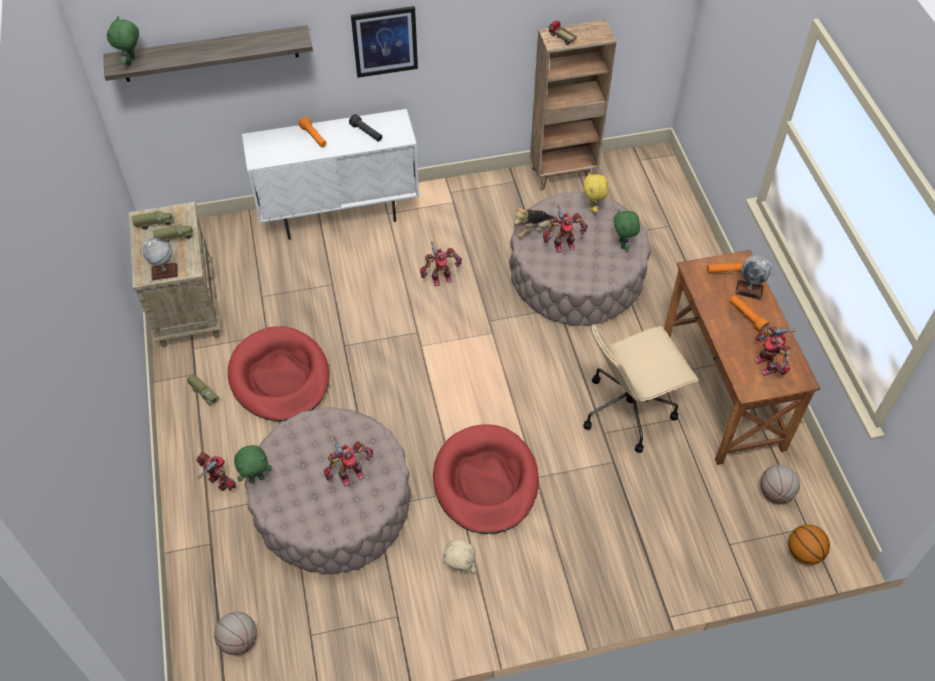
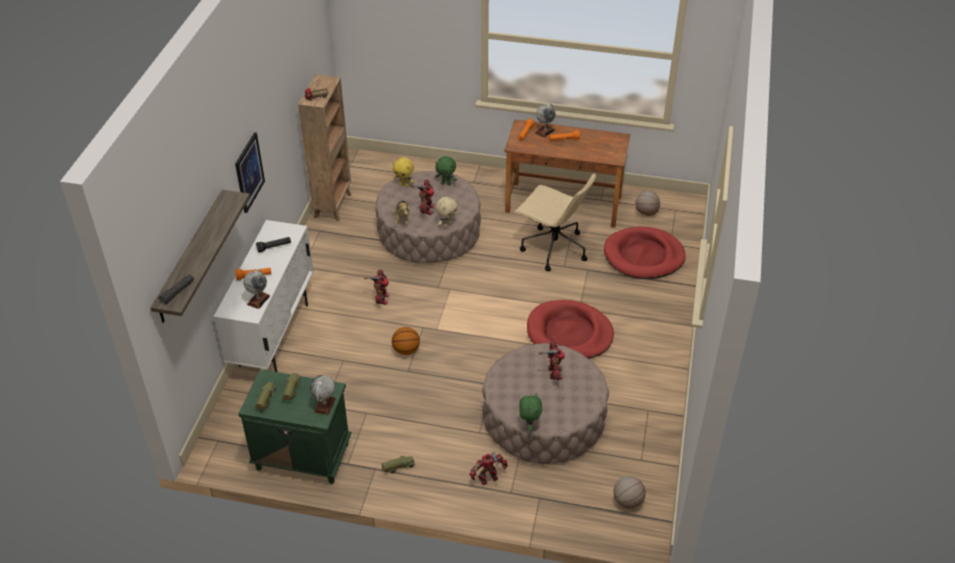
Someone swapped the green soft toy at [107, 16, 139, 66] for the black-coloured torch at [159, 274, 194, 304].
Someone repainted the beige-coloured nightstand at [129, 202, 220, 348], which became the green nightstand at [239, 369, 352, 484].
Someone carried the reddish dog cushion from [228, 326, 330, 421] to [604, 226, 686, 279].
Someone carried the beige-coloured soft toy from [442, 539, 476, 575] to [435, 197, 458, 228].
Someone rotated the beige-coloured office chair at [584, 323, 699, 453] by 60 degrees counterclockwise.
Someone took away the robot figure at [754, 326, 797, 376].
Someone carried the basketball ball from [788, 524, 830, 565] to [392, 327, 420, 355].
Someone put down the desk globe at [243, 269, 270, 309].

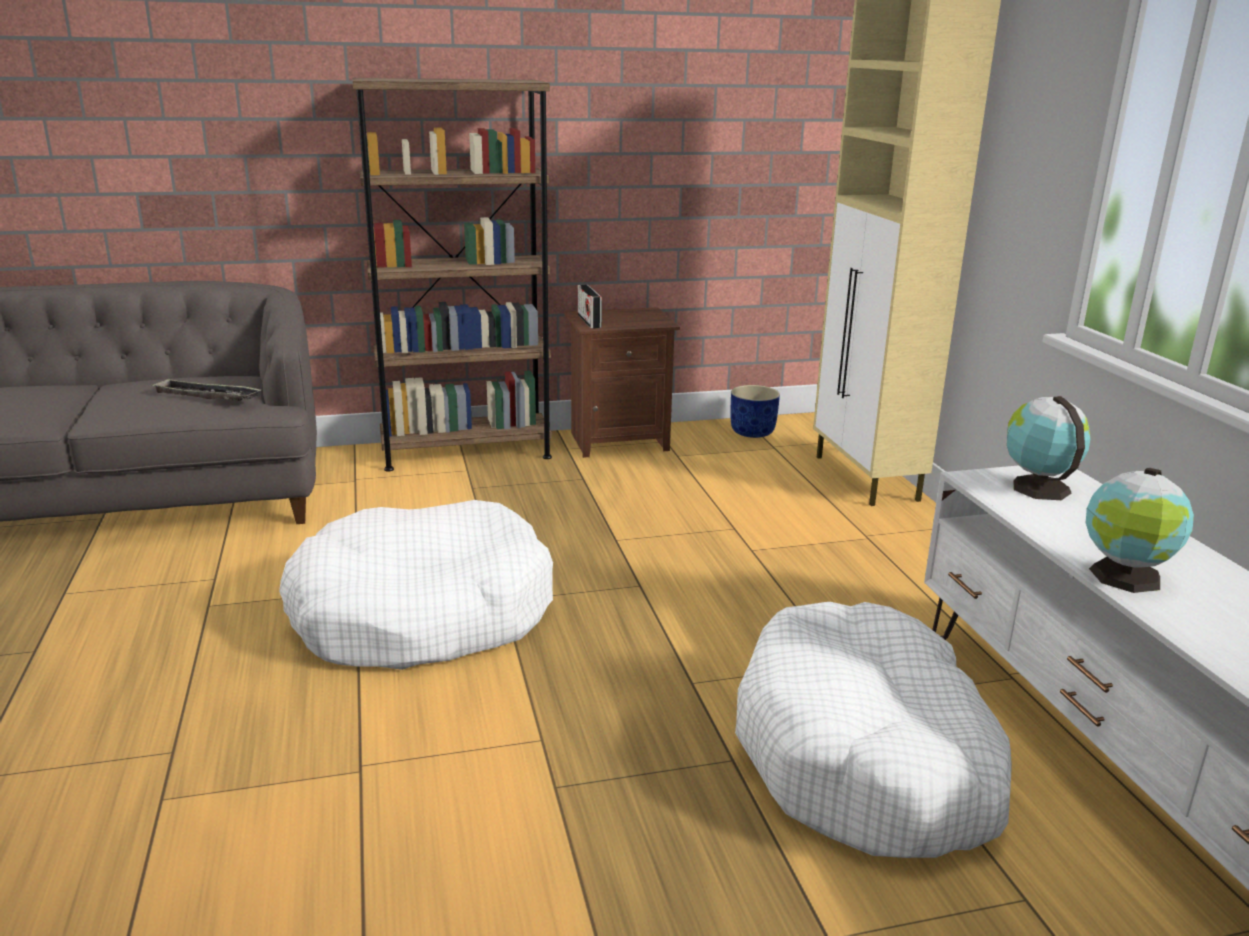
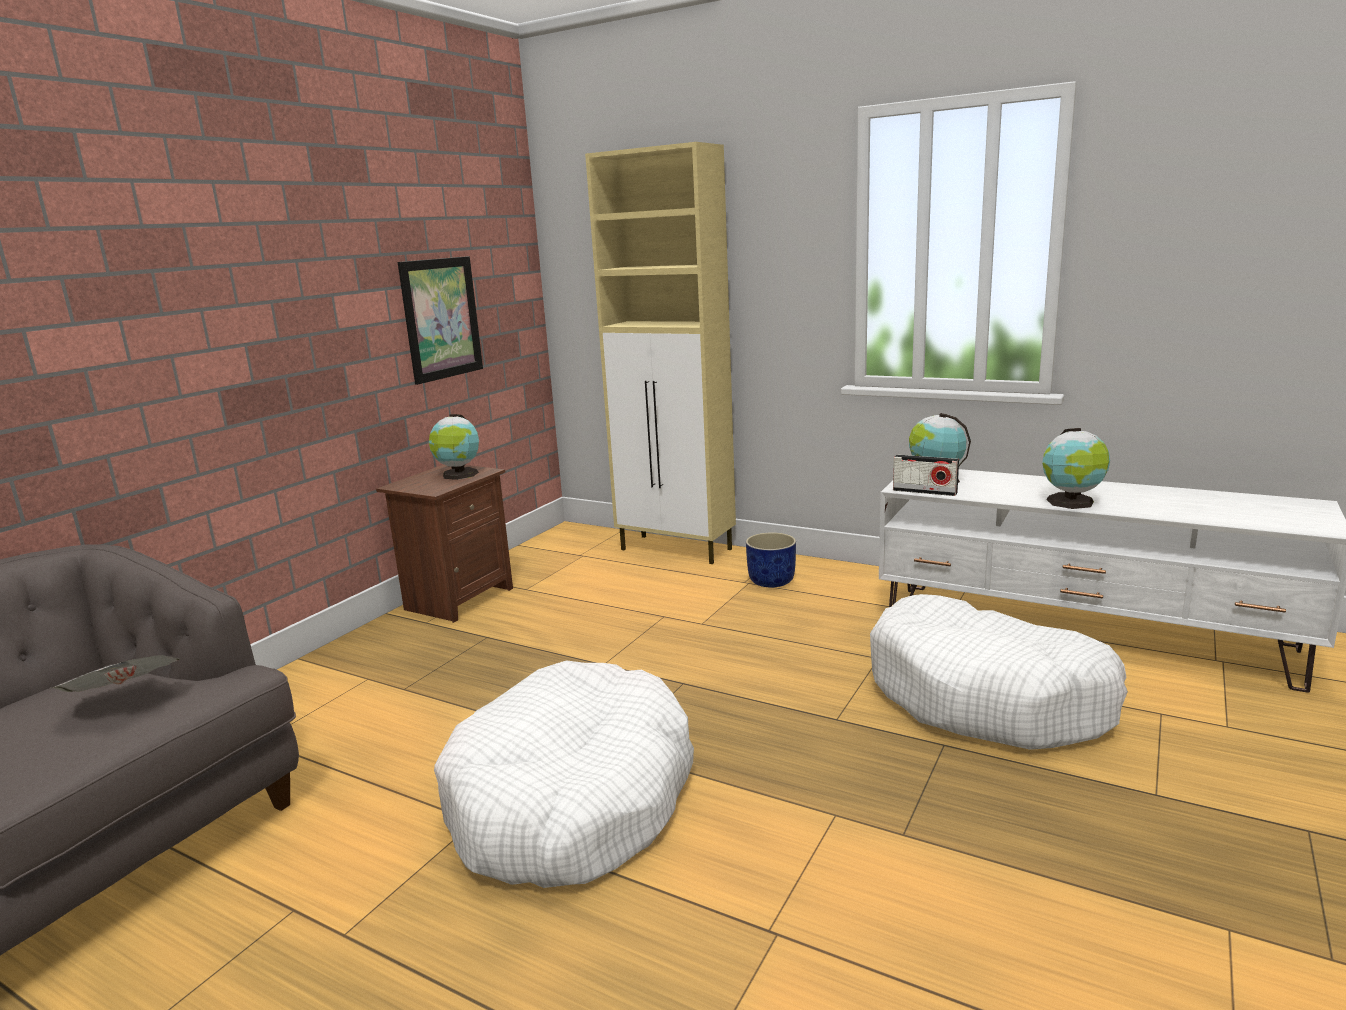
Someone swapped the serving tray at [151, 378, 261, 401] for the printed paper at [52, 655, 180, 692].
Someone took away the brownish bookcase at [352, 78, 552, 472].
Someone carried the radio set from [577, 284, 602, 329] to [893, 454, 959, 496].
Someone carried the bluish planter from [731, 385, 780, 438] to [746, 532, 796, 587].
Someone put up the picture at [398, 256, 483, 385].
Someone put down the desk globe at [429, 414, 479, 480].

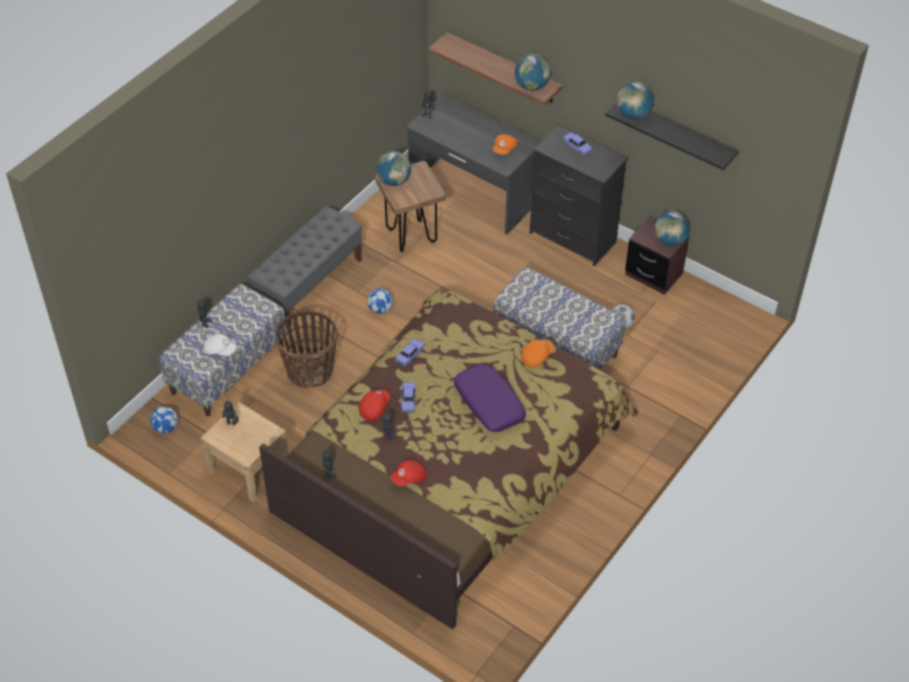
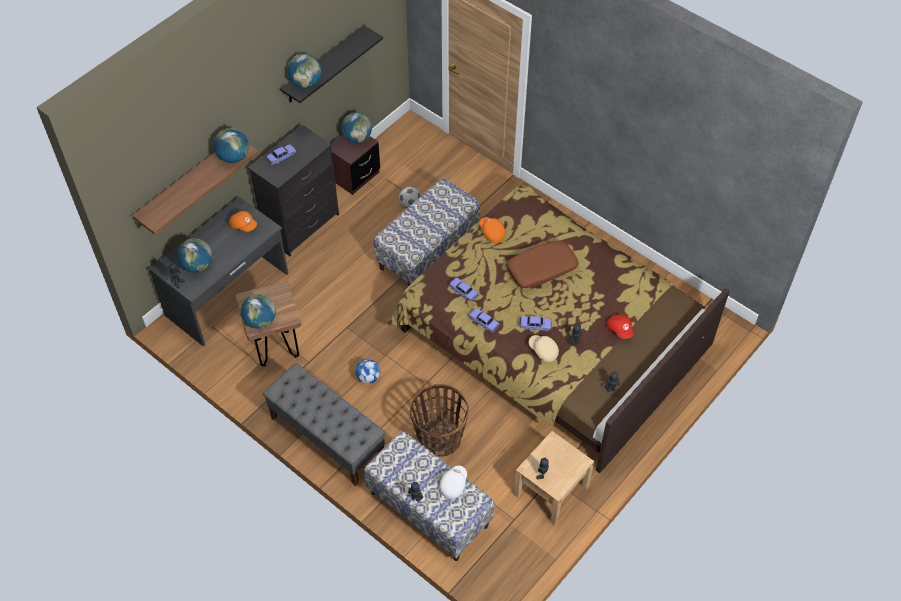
Someone took away the football at [150, 406, 178, 434].
Someone repainted the reddish cap at [359, 389, 390, 421], which became the beige-coloured cap at [529, 335, 559, 362].
Someone repainted the purple-coloured pillow at [453, 364, 526, 432], which became the brownish pillow at [506, 241, 579, 288].
Someone put down the desk globe at [177, 238, 212, 273].
Someone put down the toy car at [449, 278, 479, 302].

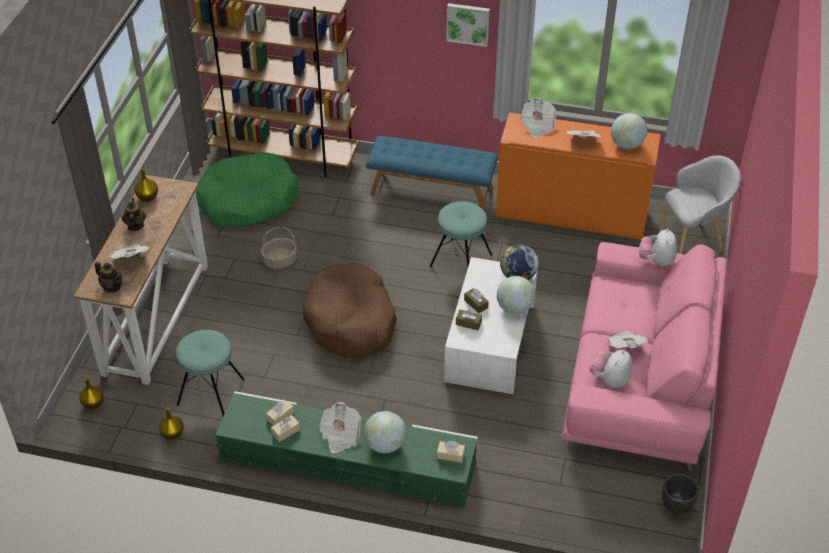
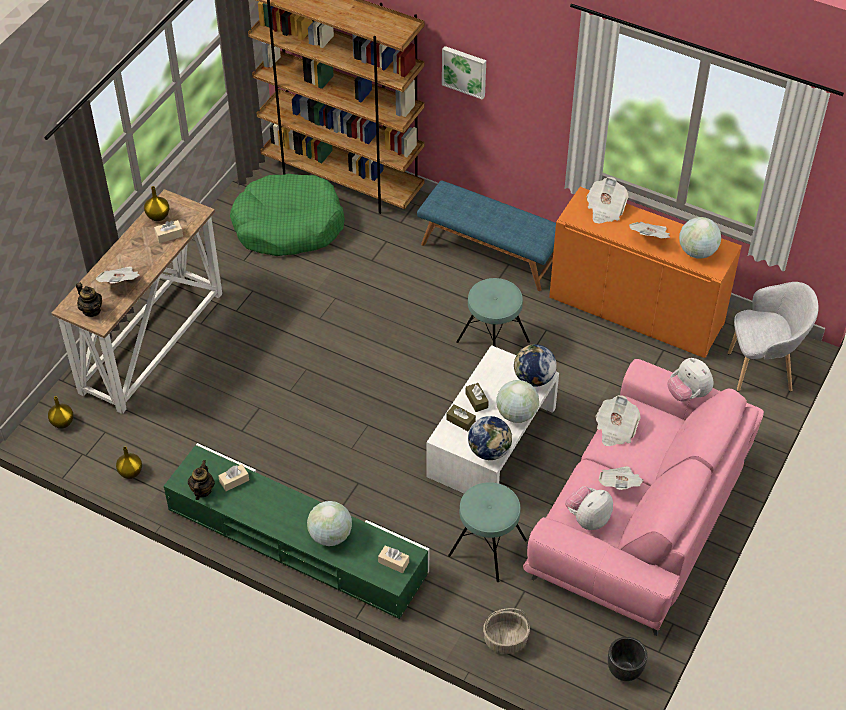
Someone carried the teapot from [121, 198, 146, 231] to [188, 460, 215, 500].
Someone carried the turquoise-coloured sitting stool from [176, 330, 245, 416] to [448, 482, 527, 582].
Someone carried the storage basket from [261, 227, 297, 269] to [483, 608, 530, 654].
Someone carried the beige-coloured box of tissues from [271, 415, 300, 442] to [154, 220, 183, 243].
Someone took away the brownish dog cushion at [303, 263, 397, 358].
Someone carried the printed paper from [319, 402, 361, 453] to [595, 395, 641, 446].
Someone carried the picture from [446, 3, 490, 47] to [442, 46, 486, 100].
Someone rotated the soft toy at [639, 229, 677, 267] by 60 degrees counterclockwise.
Someone put down the desk globe at [468, 416, 512, 461].

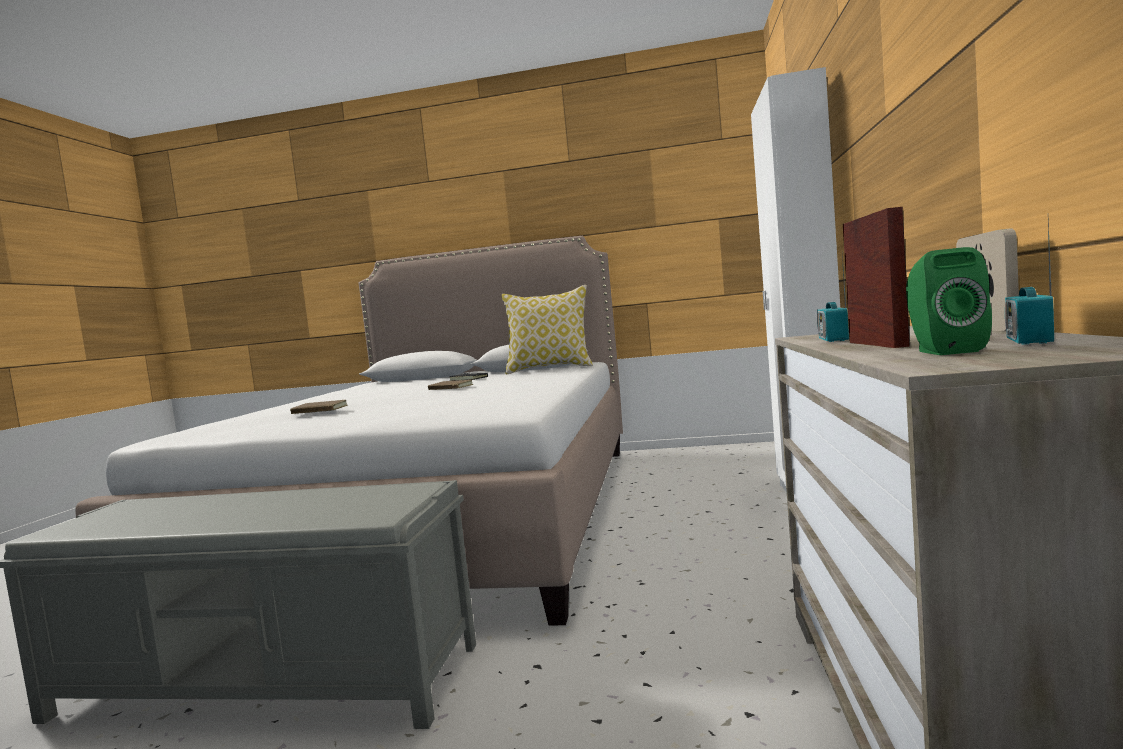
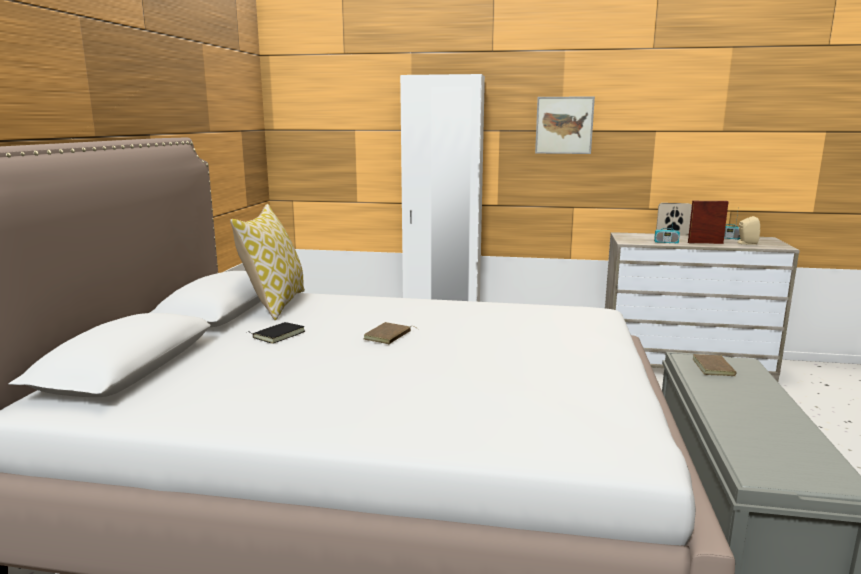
Someone carried the brownish volume from [290, 400, 348, 414] to [692, 354, 737, 376].
Someone repainted the green loudspeaker at [906, 247, 992, 355], which became the beige-coloured loudspeaker at [737, 216, 760, 245].
Someone put up the picture at [535, 96, 595, 154].

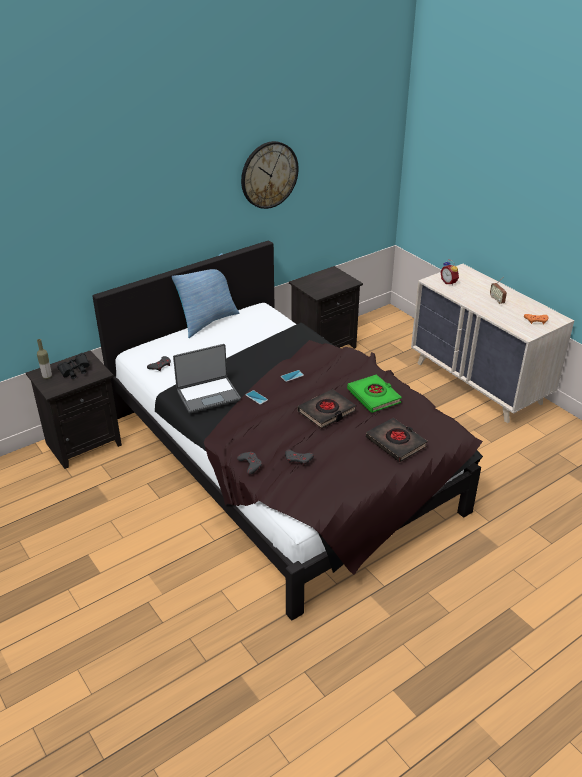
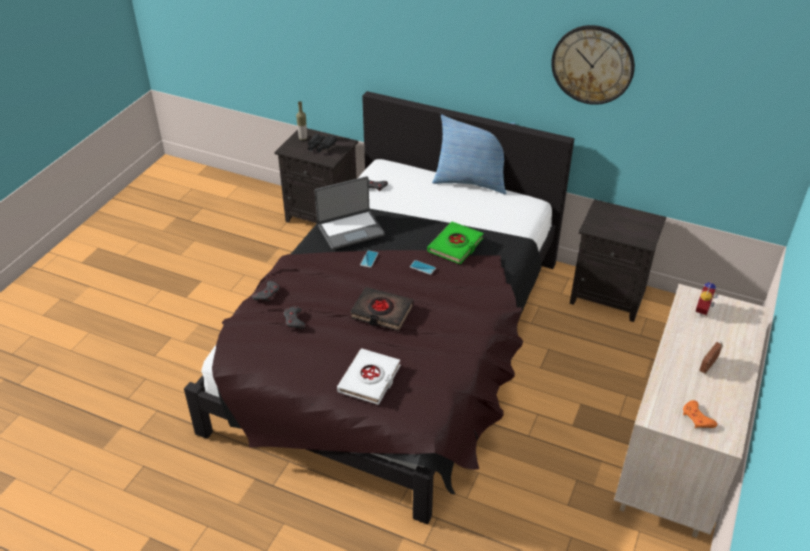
Someone rotated the portable computer at [173, 344, 241, 413] by 60 degrees counterclockwise.
Someone carried the green volume from [347, 374, 402, 413] to [427, 222, 484, 264].
Someone repainted the black-coloured volume at [366, 418, 428, 462], which became the whitish volume at [337, 348, 401, 405].

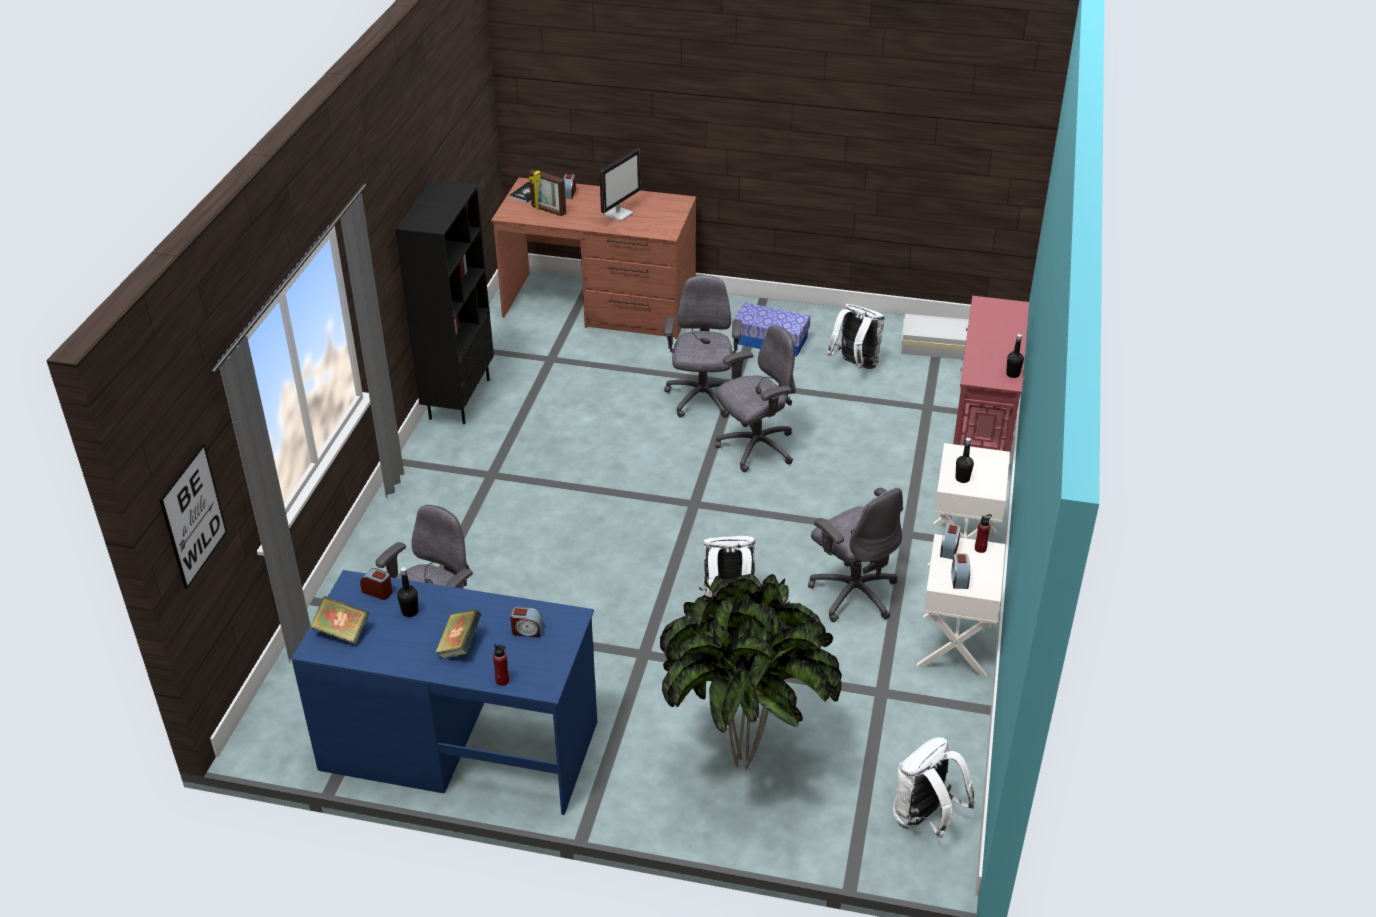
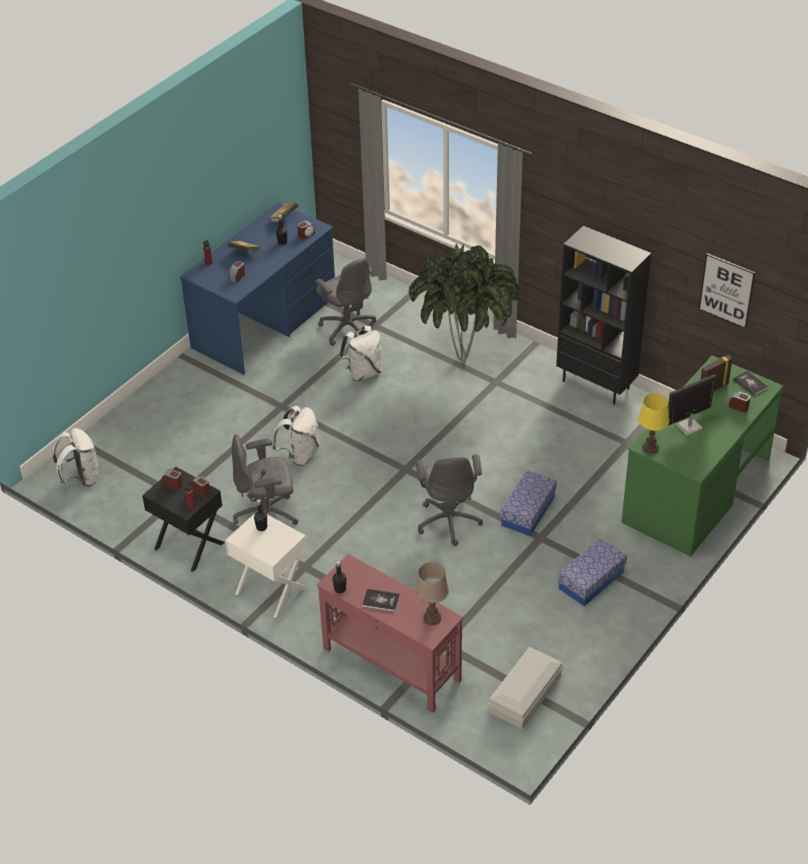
Someone carried the picture from [159, 443, 227, 589] to [699, 253, 755, 329].
Someone repainted the brownish desk at [491, 177, 696, 339], which became the green desk at [622, 355, 783, 556].
Someone rotated the computer display at [599, 148, 640, 221] by 90 degrees clockwise.
Someone carried the houseplant from [660, 574, 842, 770] to [409, 243, 519, 361].
Someone swapped the gray office chair at [664, 275, 742, 418] for the storage container at [500, 470, 557, 536].
Someone carried the whitish backpack from [827, 304, 885, 369] to [339, 326, 382, 381].
Someone repainted the whitish nightstand at [917, 534, 1005, 677], which became the black-coloured nightstand at [142, 467, 225, 572].
Someone put down the volume at [362, 589, 400, 612].
Someone put down the brownish tabletop lamp at [415, 562, 449, 625].
Someone put down the yellowish tabletop lamp at [638, 393, 669, 454].

